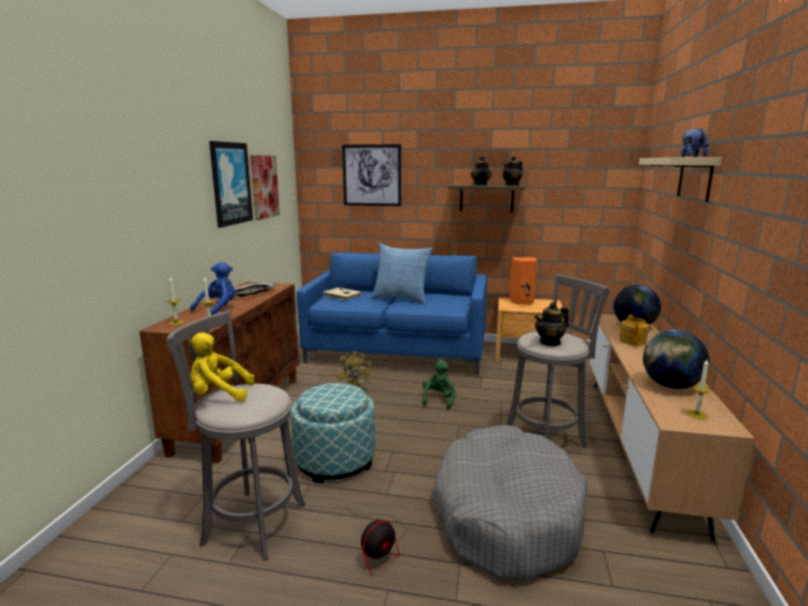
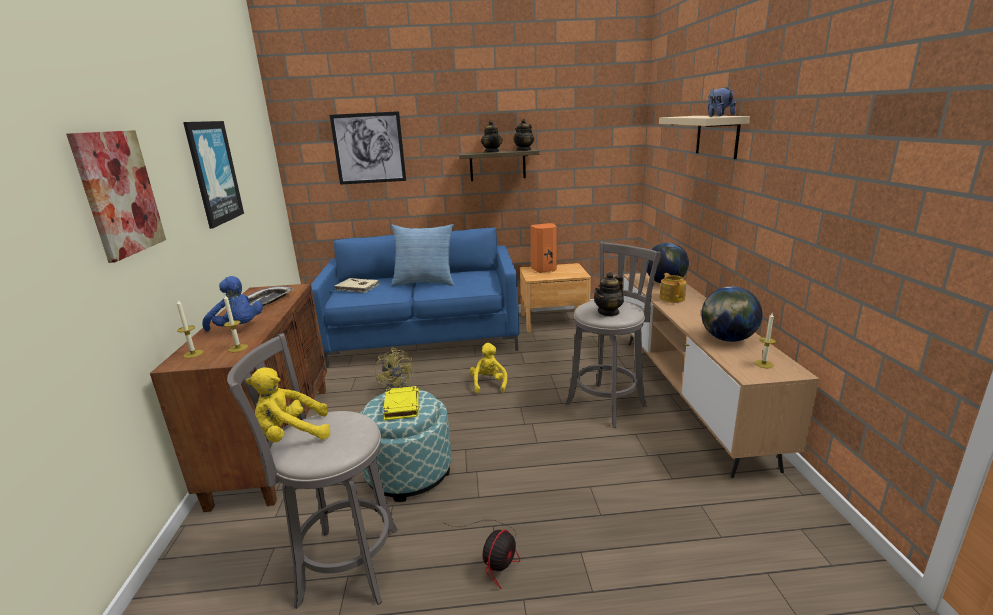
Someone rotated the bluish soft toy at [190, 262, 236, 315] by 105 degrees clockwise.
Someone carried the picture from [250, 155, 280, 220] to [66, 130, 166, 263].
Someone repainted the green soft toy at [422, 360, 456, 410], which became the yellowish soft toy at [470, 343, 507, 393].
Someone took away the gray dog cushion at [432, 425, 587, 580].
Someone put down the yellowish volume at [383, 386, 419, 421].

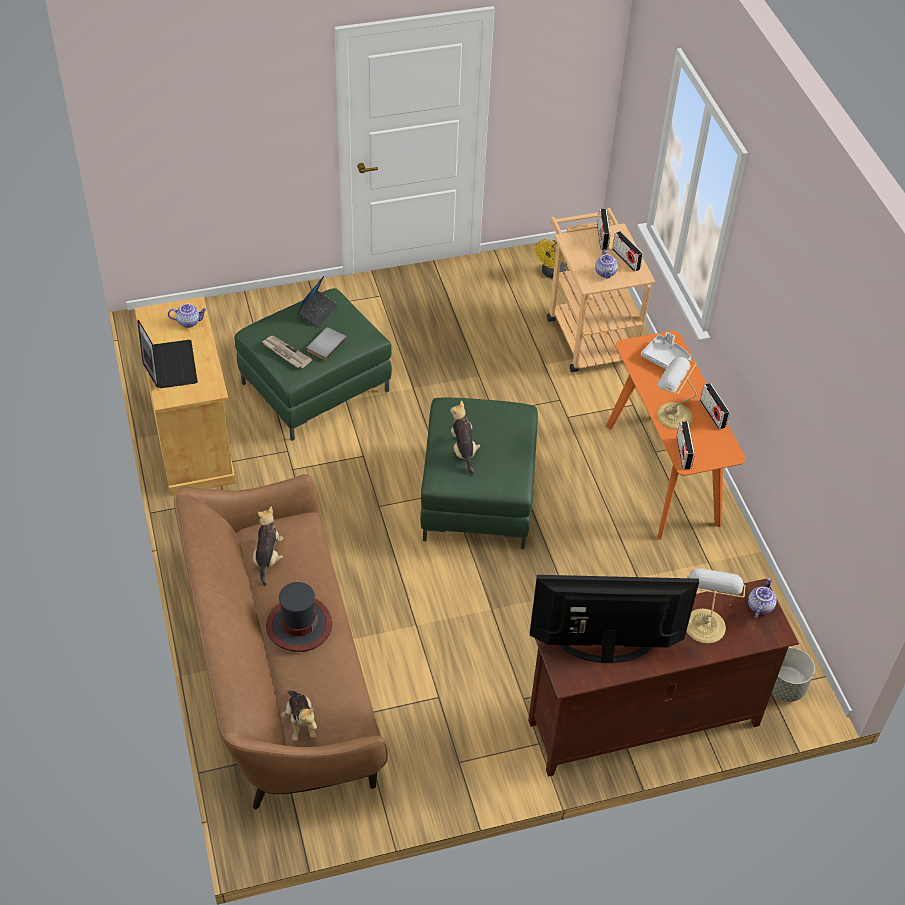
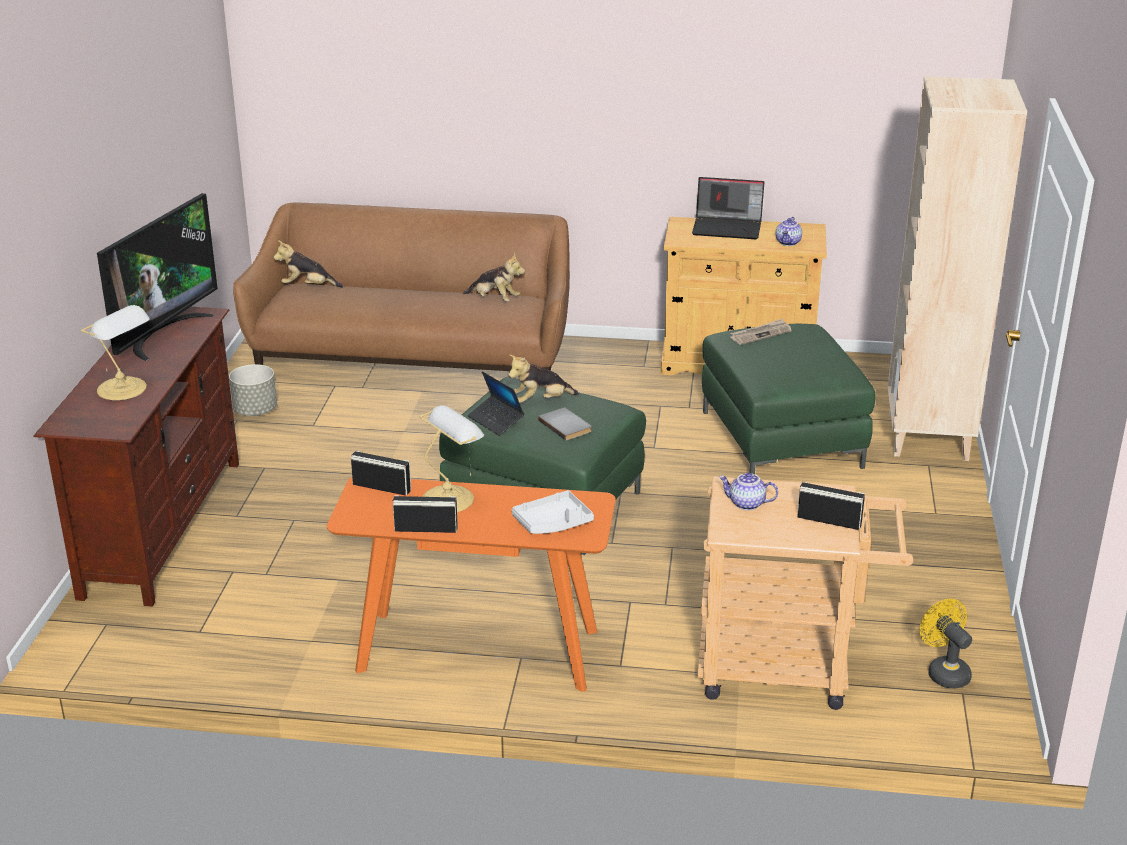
Someone took away the wearable hat at [266, 582, 332, 652].
Someone carried the portable computer from [297, 276, 337, 327] to [468, 371, 524, 435].
Someone carried the gray volume from [307, 327, 347, 361] to [538, 407, 592, 441].
Someone rotated the soft toy at [450, 401, 480, 475] by 150 degrees clockwise.
Someone took away the radio set at [612, 231, 643, 272].
Someone took away the teapot at [748, 578, 777, 618].
Someone carried the gray planter from [771, 648, 815, 702] to [229, 364, 277, 416].
Someone put down the beige-coloured bookcase at [888, 76, 1027, 461].

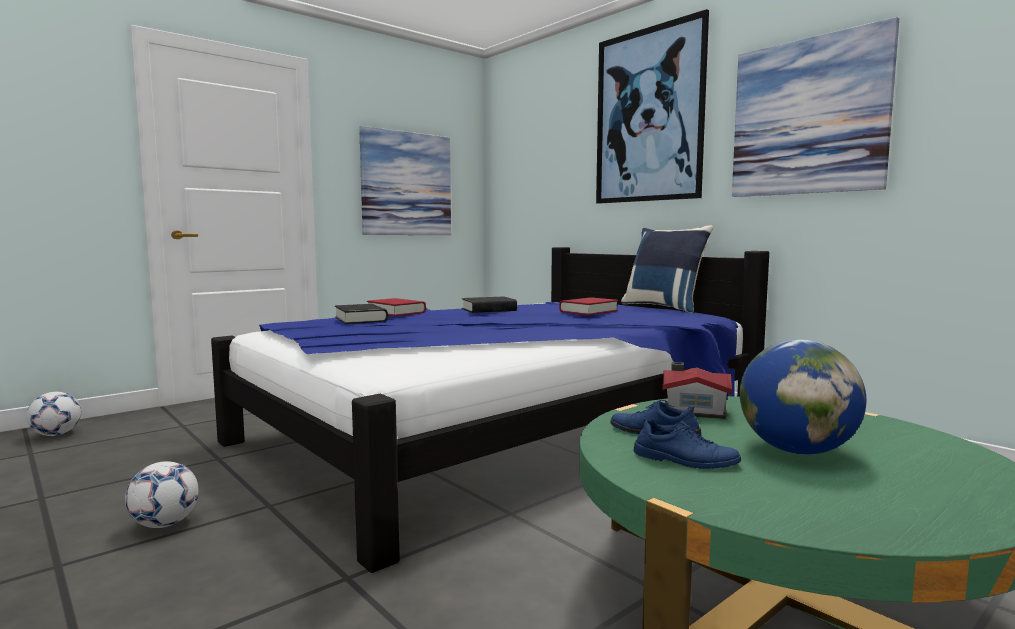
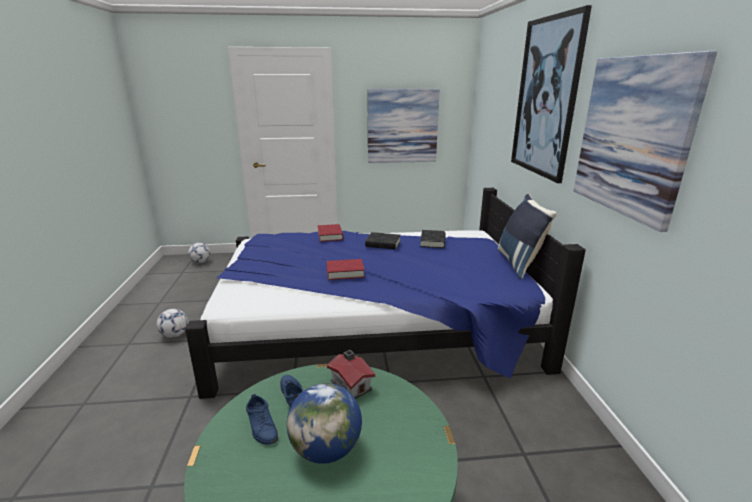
Someone carried the black-coloured volume from [335, 304, 388, 324] to [420, 230, 446, 248].
Someone carried the reddish volume from [559, 297, 618, 315] to [326, 259, 365, 280].

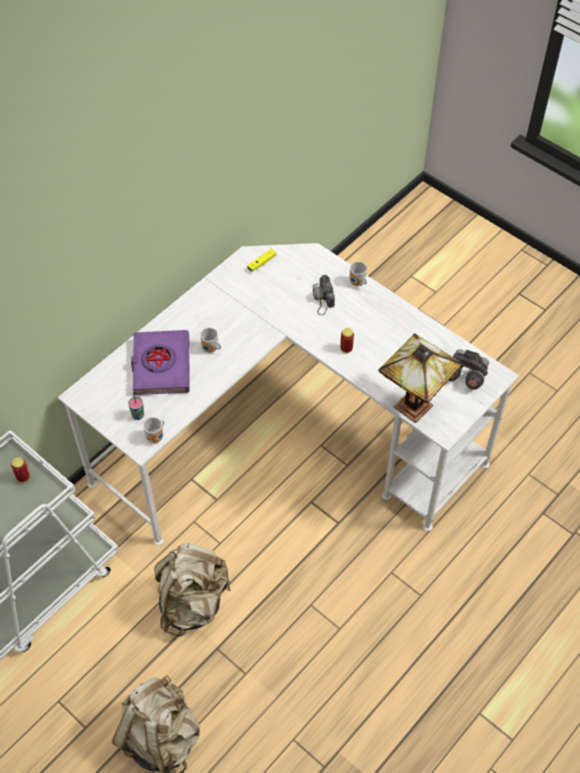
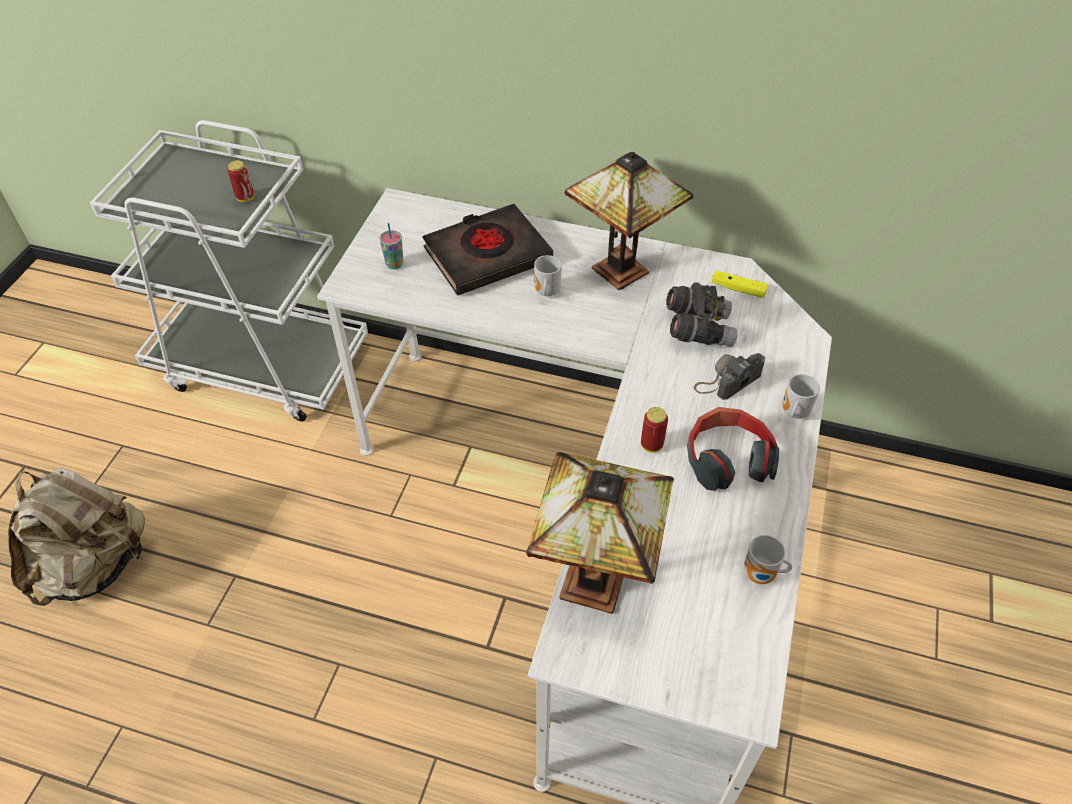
Someone repainted the purple-coloured volume at [131, 330, 190, 395], which became the black-coloured volume at [422, 204, 553, 295].
Someone carried the tea mug from [143, 417, 165, 443] to [744, 535, 792, 584].
Someone took away the beige-coloured backpack at [154, 544, 231, 637].
Someone carried the gray pair of binoculars from [448, 349, 489, 390] to [666, 283, 737, 347].
Someone put down the tabletop lamp at [565, 152, 694, 290].
Someone put down the pair of headphones at [687, 407, 779, 491].

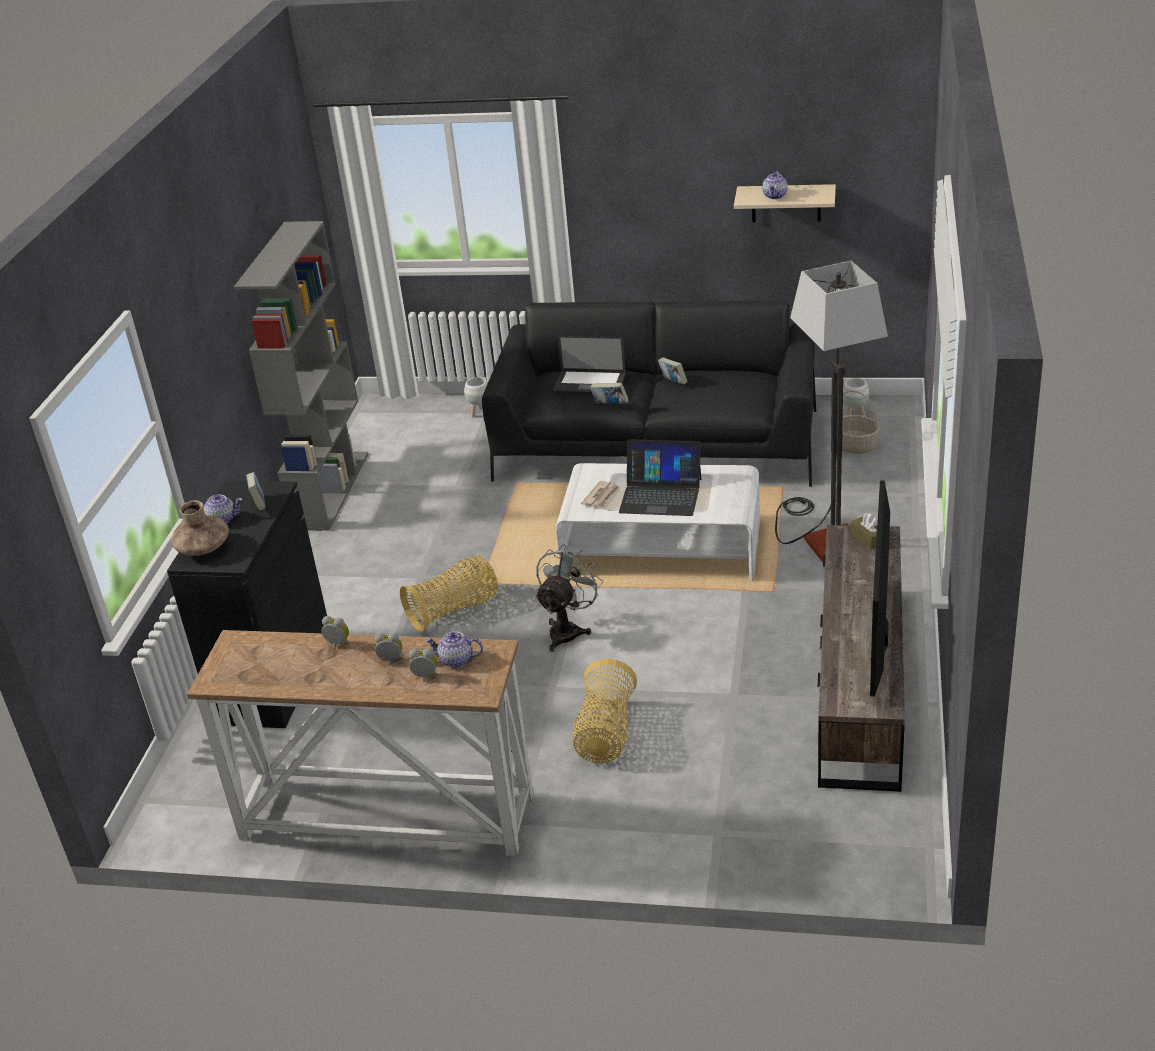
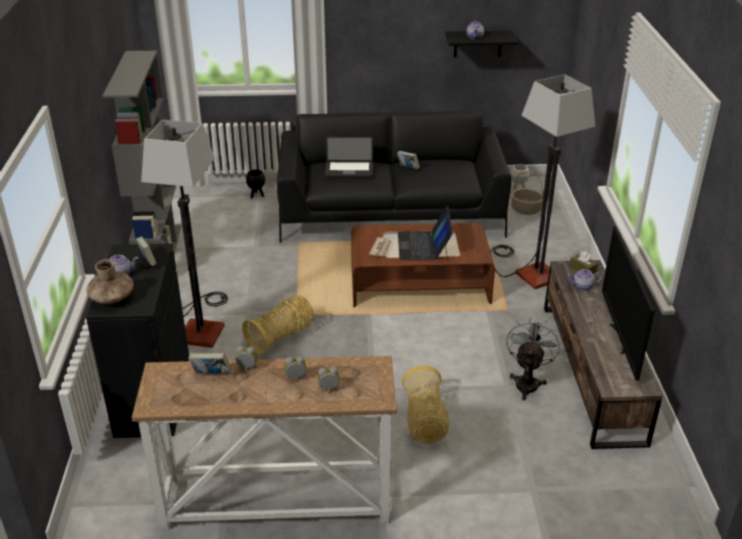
Someone carried the teapot from [425, 632, 483, 667] to [568, 269, 602, 291].
Someone repainted the whitish planter at [464, 377, 488, 417], which became the black-coloured planter at [246, 169, 265, 198].
Someone carried the gray electric fan from [535, 544, 603, 652] to [506, 317, 560, 400].
Someone repainted the whitish lounge table at [556, 463, 760, 581], which became the brownish lounge table at [351, 223, 495, 307].
Someone carried the volume from [590, 383, 629, 404] to [188, 353, 232, 374].
Someone rotated the portable computer at [619, 439, 701, 516] by 90 degrees clockwise.
Someone repainted the beige-coloured shelf at [734, 184, 836, 223], which became the black-coloured shelf at [445, 31, 518, 57].
Someone put down the standard lamp at [141, 120, 228, 348].

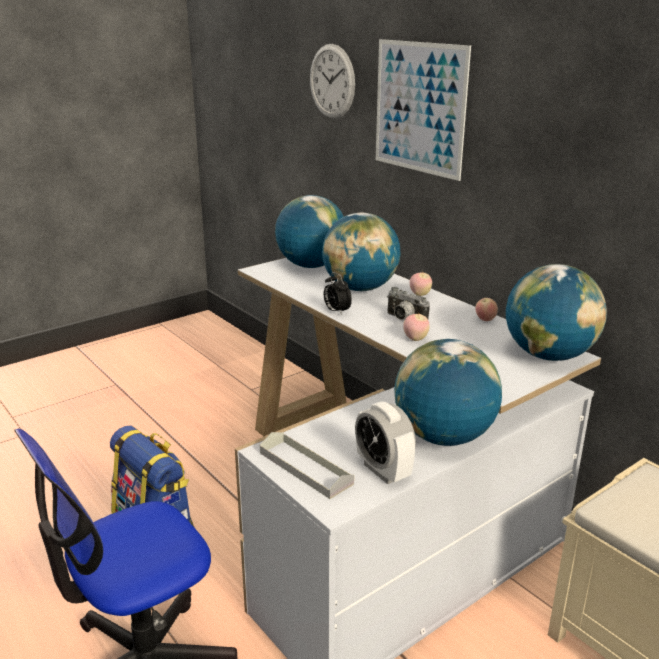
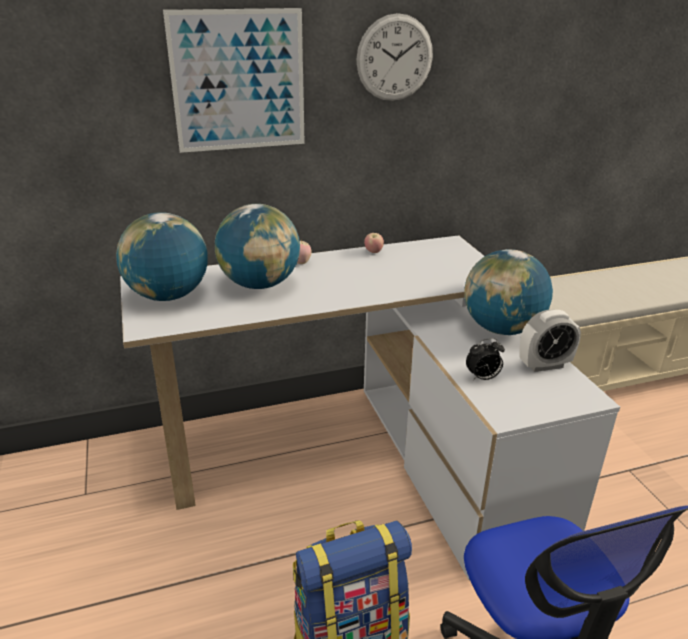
Someone took away the gray serving tray at [260, 432, 354, 499].
Someone carried the clock on the wall from [310, 44, 355, 119] to [356, 13, 433, 101].
Someone carried the table clock from [324, 272, 352, 315] to [466, 338, 505, 380].
Someone took away the photo camera at [387, 287, 430, 320].
Someone took away the apple fruit at [403, 314, 430, 341].
Someone took away the desk globe at [506, 264, 607, 361].

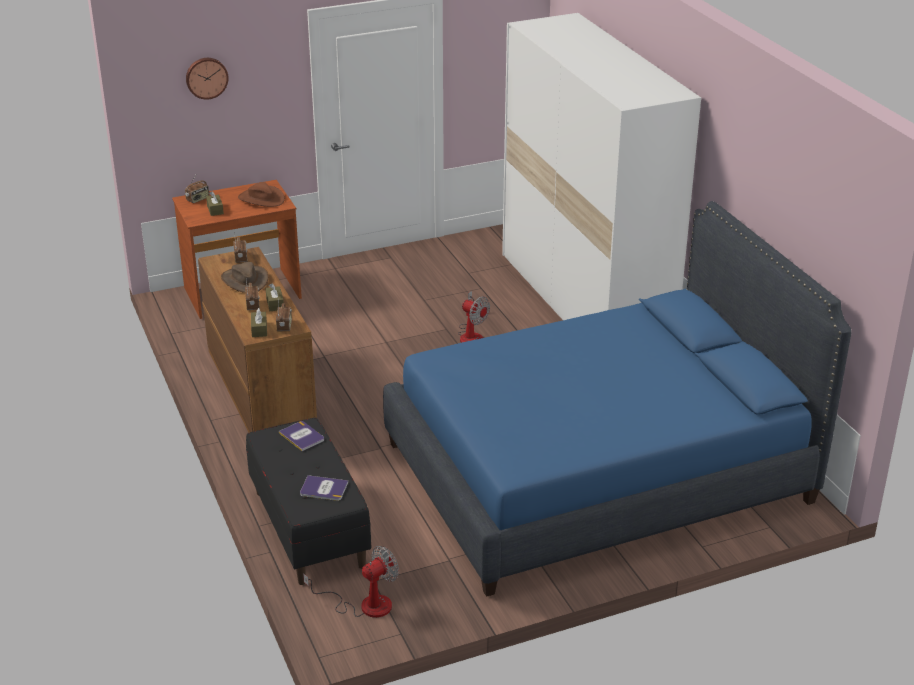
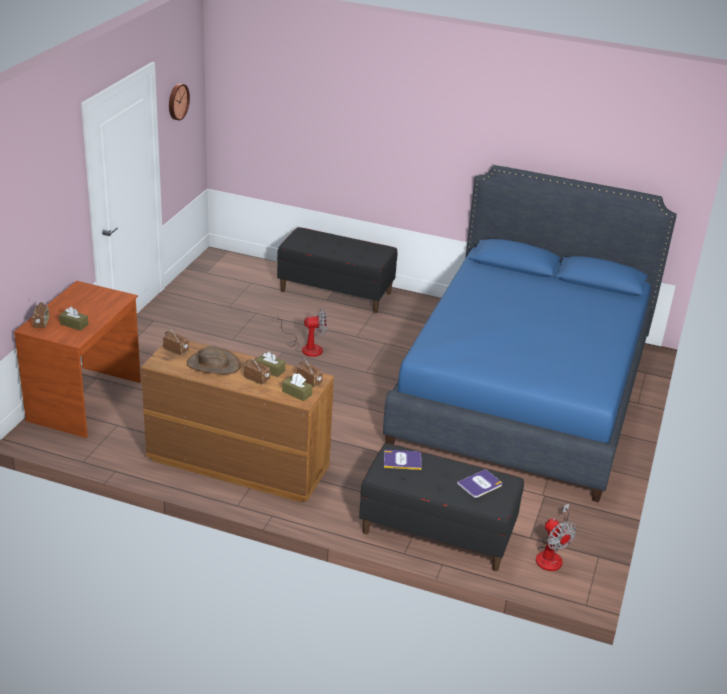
Someone carried the clock on the wall from [186, 58, 229, 100] to [169, 83, 190, 120].
Someone took away the brownish wearable hat at [238, 182, 285, 207].
Someone rotated the electric fan at [303, 546, 399, 618] by 150 degrees clockwise.
Someone swapped the whitish clothes cupboard at [502, 13, 701, 320] for the black-coloured bench at [277, 227, 397, 313].

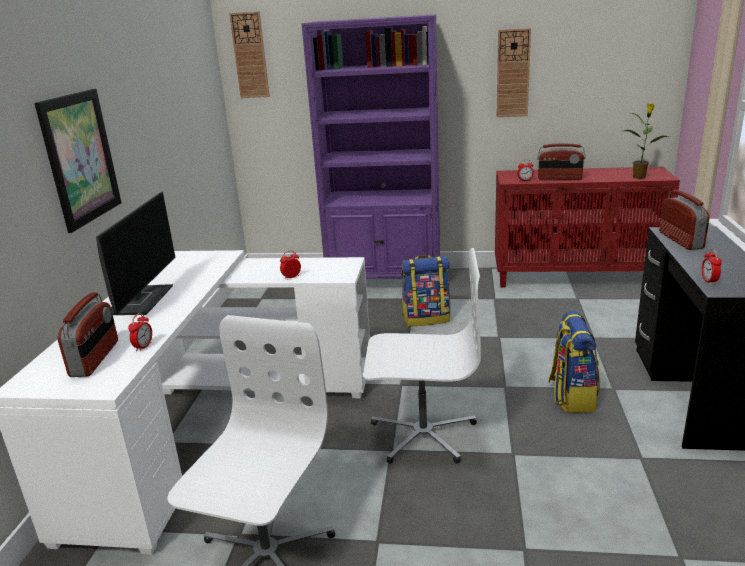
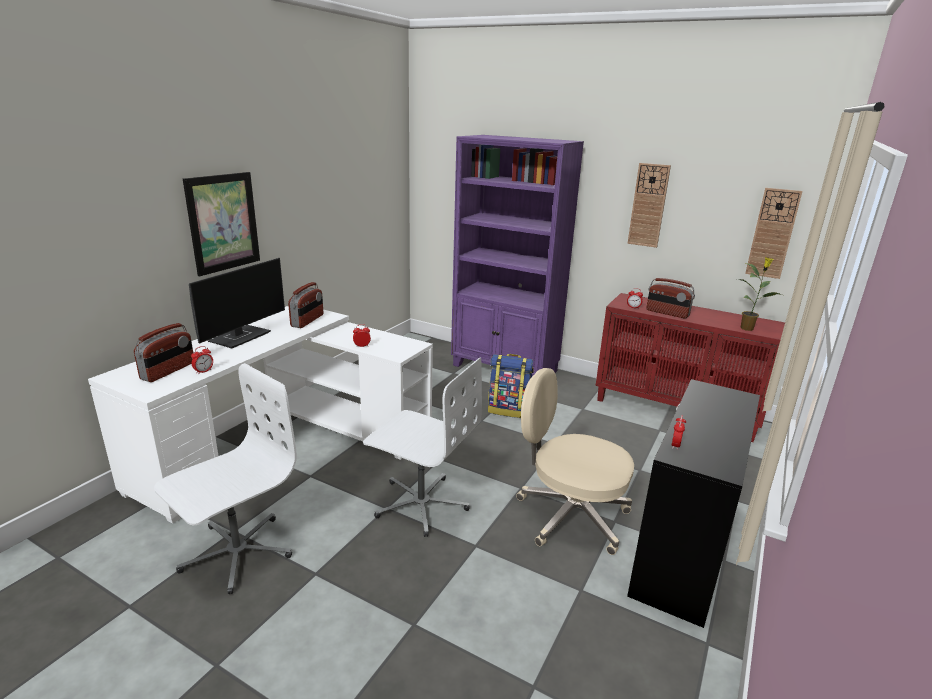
Someone carried the clock on the wall from [229, 11, 270, 98] to [745, 188, 803, 279].
Someone swapped the backpack at [548, 311, 600, 413] for the beige-coloured office chair at [516, 368, 634, 555].
Someone carried the radio set from [659, 190, 710, 250] to [288, 282, 323, 328].

